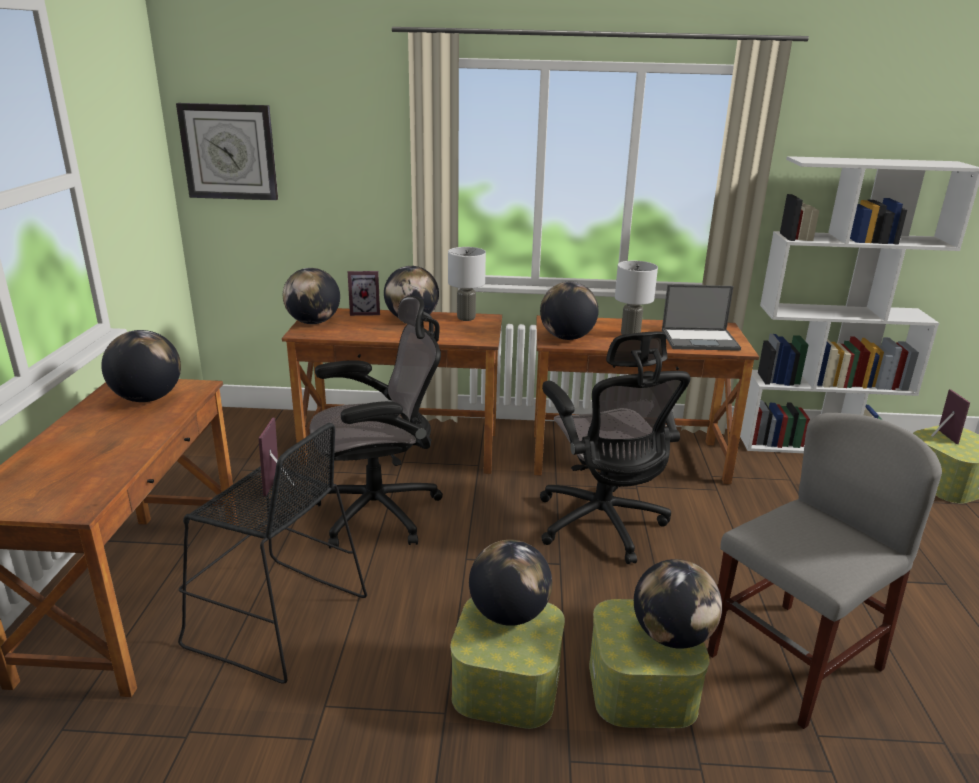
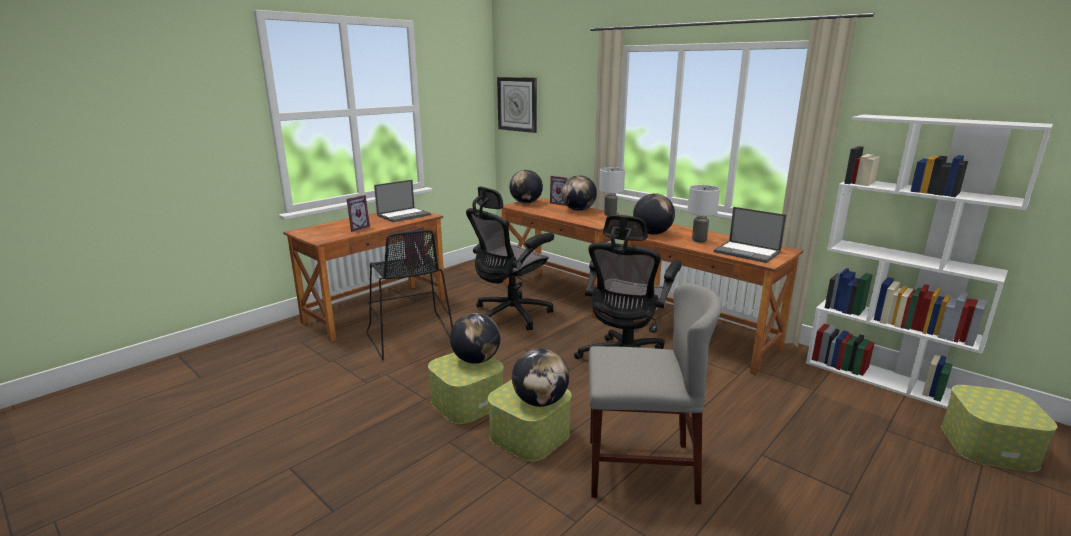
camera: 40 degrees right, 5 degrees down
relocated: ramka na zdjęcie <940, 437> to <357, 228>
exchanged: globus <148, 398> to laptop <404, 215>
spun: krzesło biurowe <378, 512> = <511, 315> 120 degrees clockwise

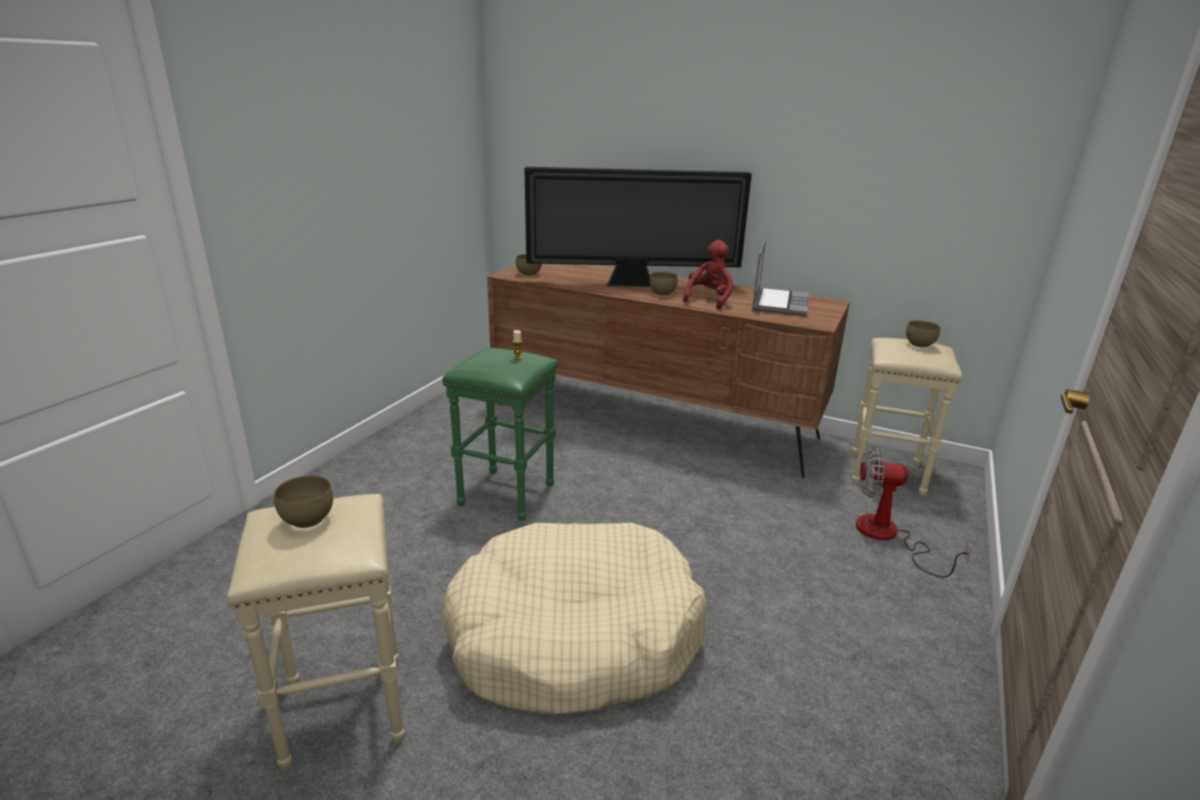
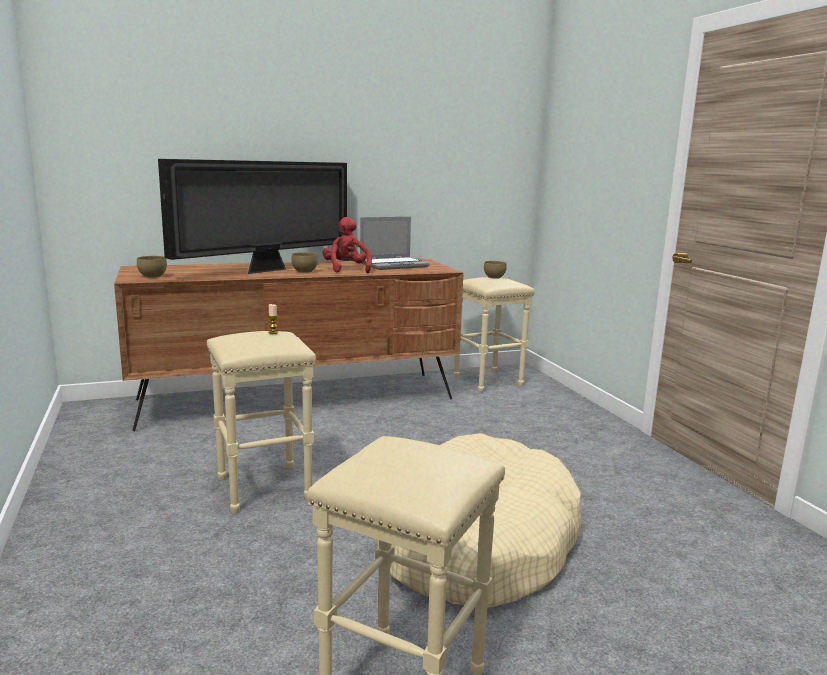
camera: 45 degrees left, 10 degrees down
missing: miska/brązowy <305, 520>; wentylator <888, 537>
colour: stołek/zielony <509, 493> to stołek/beżowy <265, 486>
spun: laptop <779, 303> = <394, 265> 90 degrees clockwise

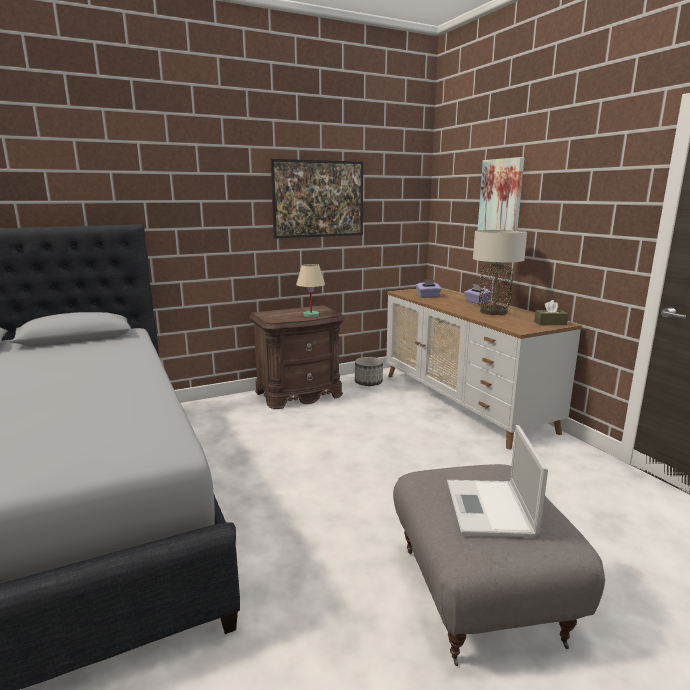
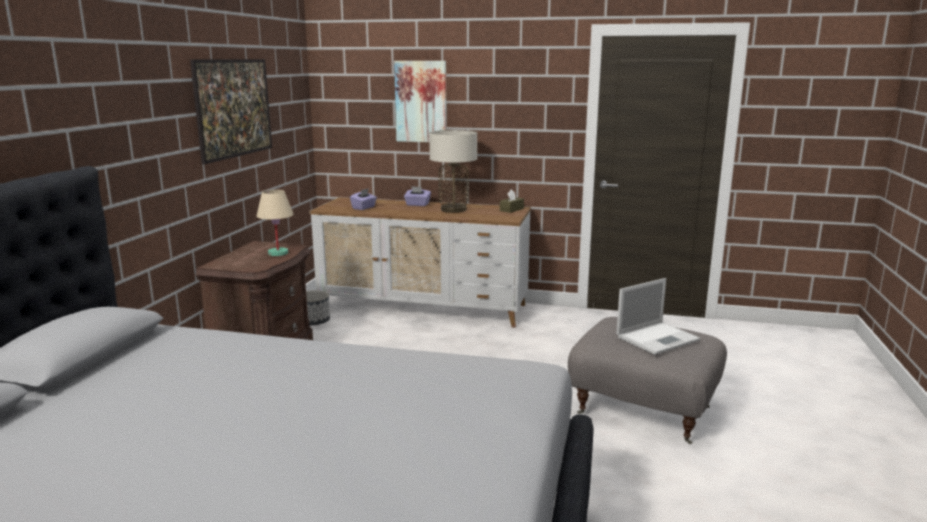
camera: 50 degrees left, 0 degrees up
spun: laptop <490, 509> = <658, 338> 75 degrees counterclockwise

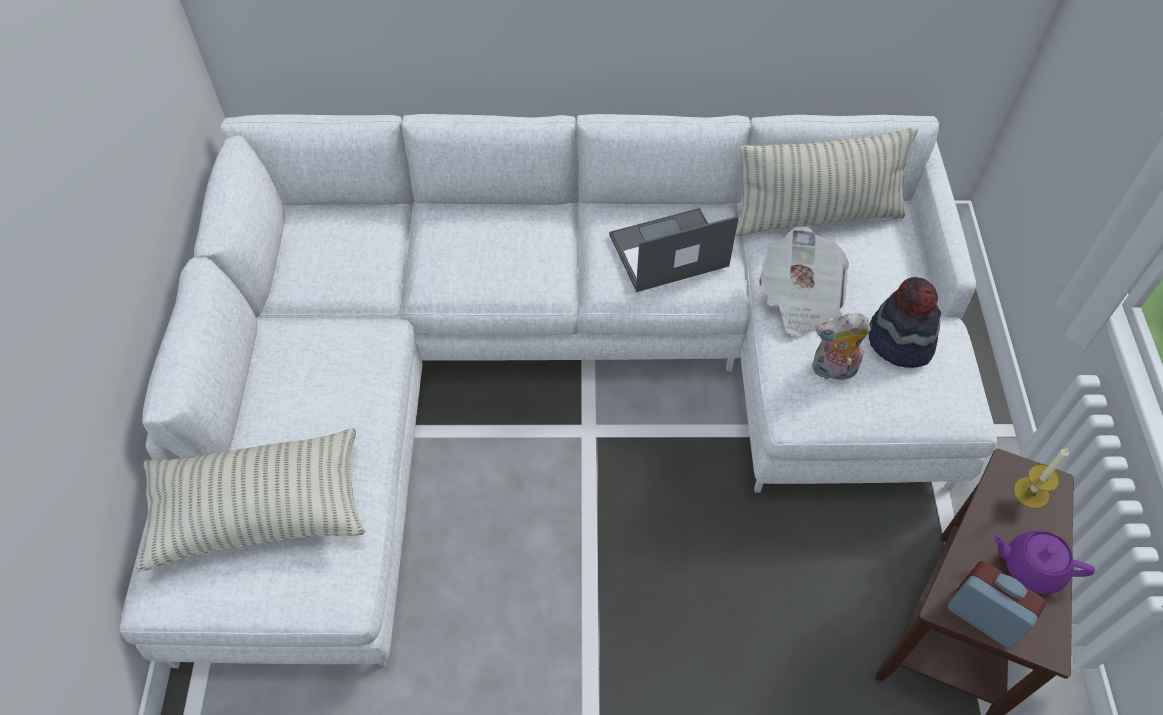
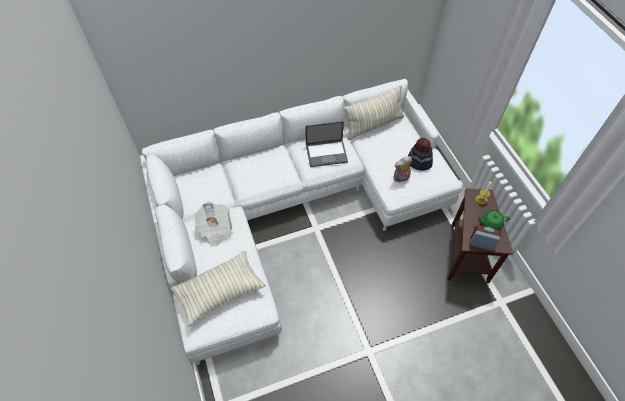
camera: 20 degrees left, 0 degrees up
relocated: gazeta <799, 298> to <215, 229>
colour: imbryk/fioletowy <1031, 567> to imbryk/zielony <490, 223>
spun: laptop <667, 251> = <327, 153> 150 degrees counterclockwise

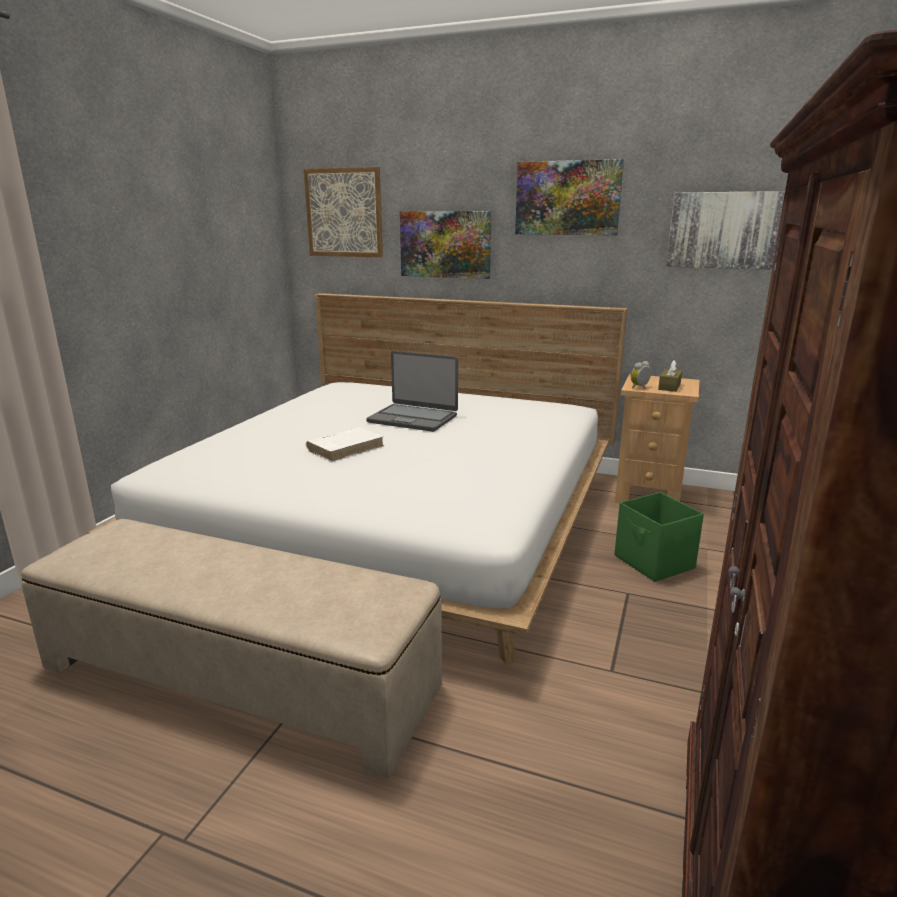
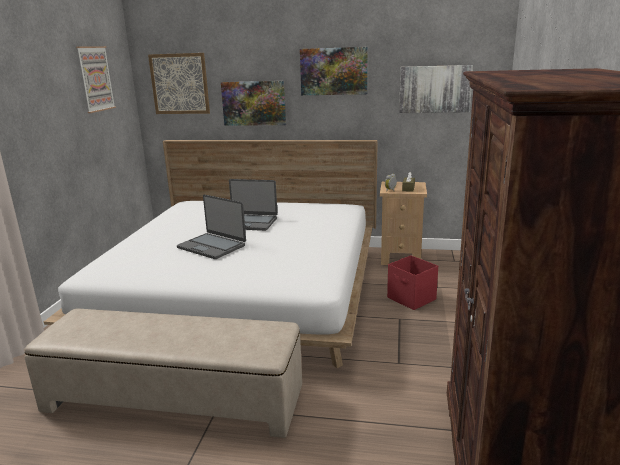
camera: 10 degrees left, 0 degrees up
appeared: obraz <95, 79>
exchanged: książka/biały <346, 447> to laptop <212, 246>
colour: pojemnik do przechowywania/zielony <654, 563> to pojemnik do przechowywania/czerwony <411, 299>

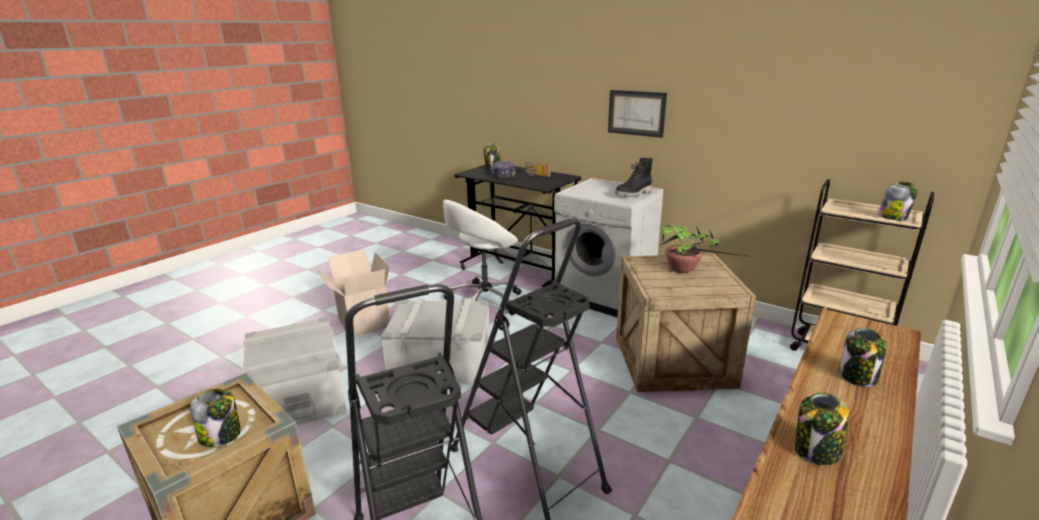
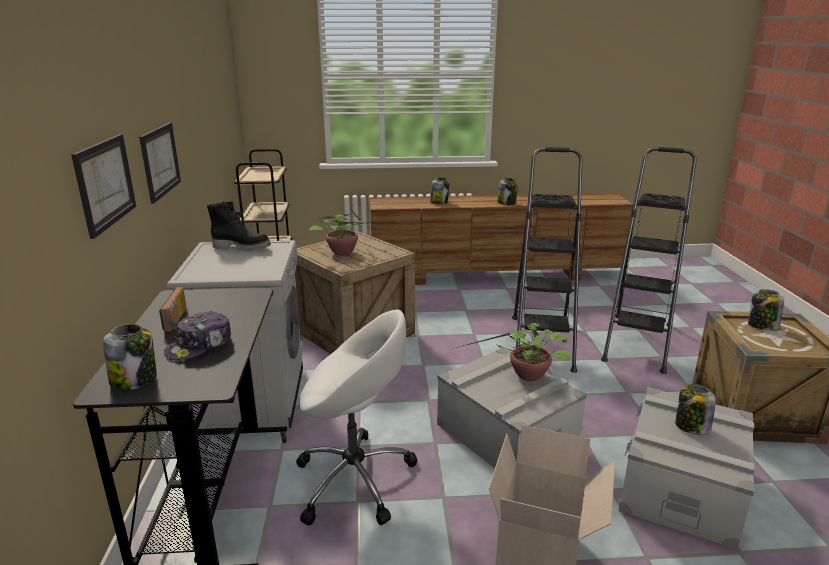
camera: 130 degrees left, 0 degrees up
appeared: obraz <105, 183>; roślina doniczkowa <526, 376>
relocated: słoik <893, 217> to <691, 427>

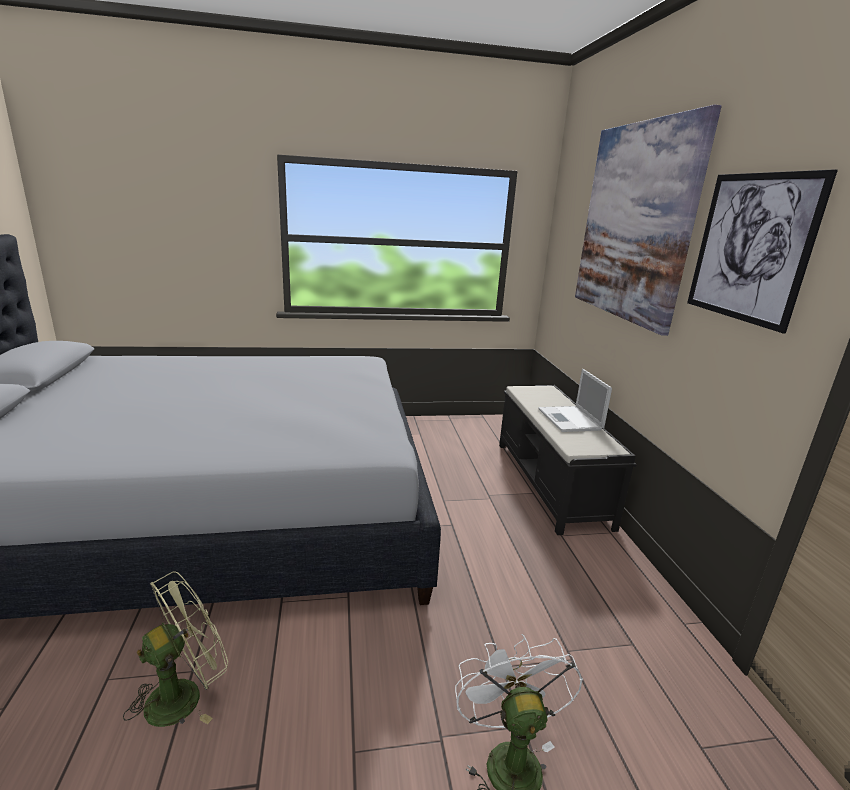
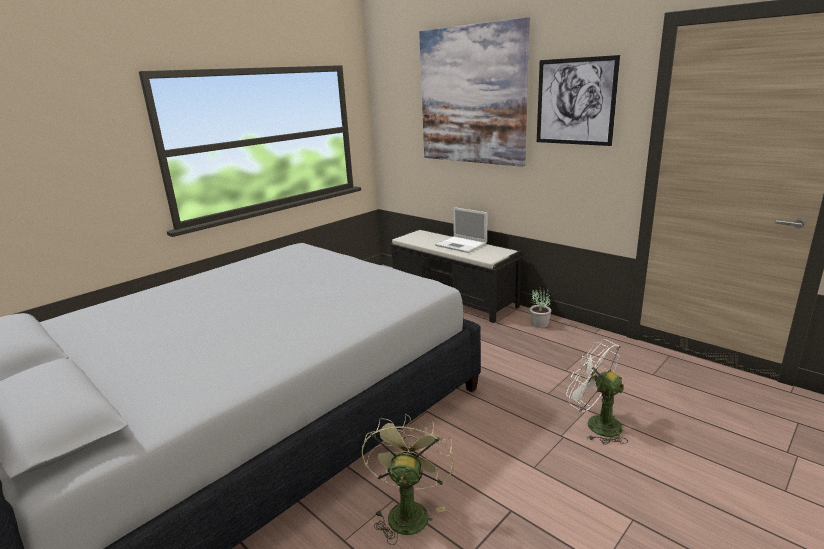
camera: 35 degrees left, 0 degrees up
appeared: roślina doniczkowa <539, 323>

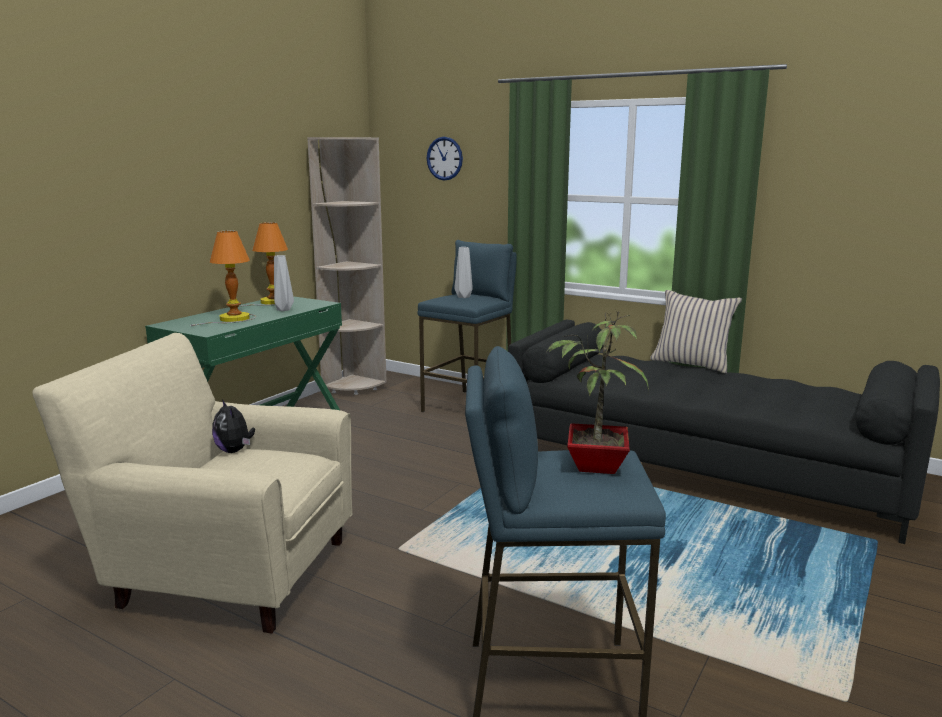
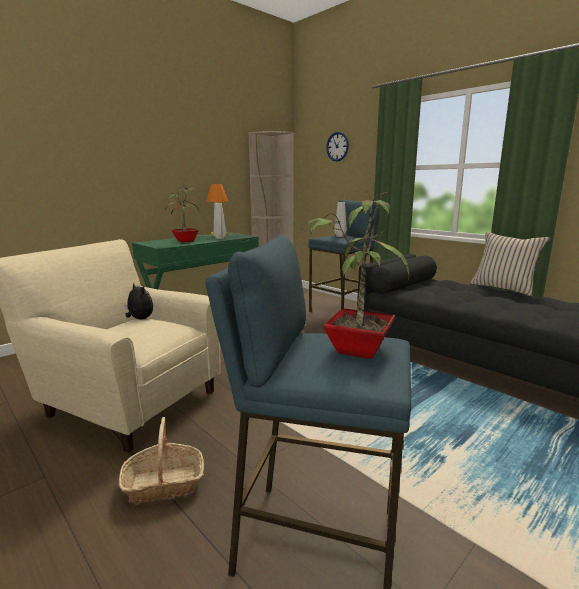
camera: 15 degrees right, 0 degrees up
appeared: koszyk <164, 483>
exchanged: lampa stołowa <232, 319> to roślina doniczkowa <184, 241>
spun: pluszak <234, 451> = <140, 319> 150 degrees clockwise

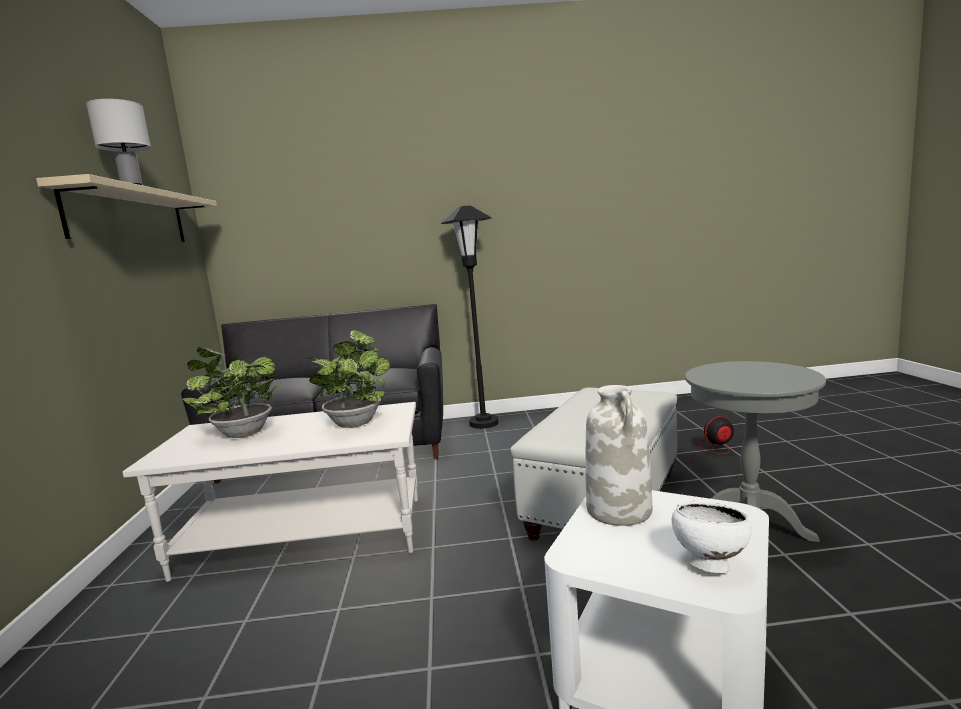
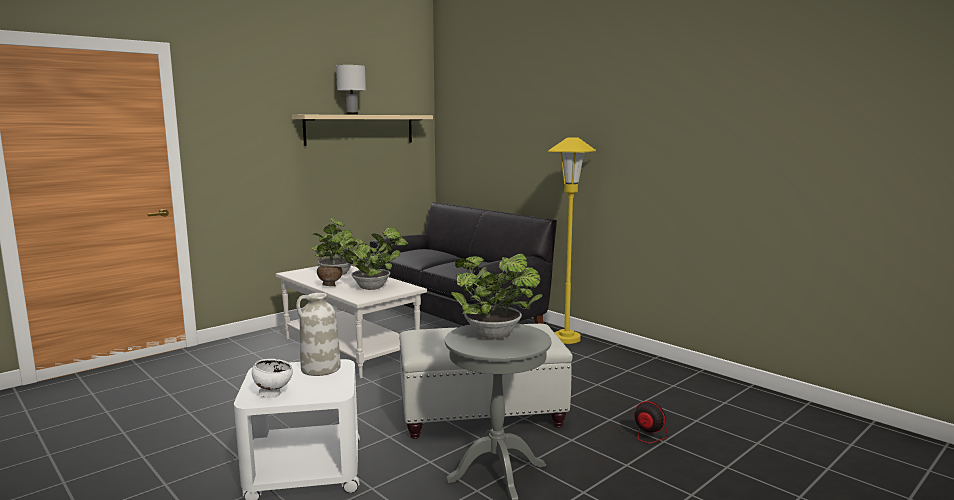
camera: 50 degrees right, 0 degrees up
appeared: miska/brązowy <329, 286>; roślina doniczkowa <496, 336>
colour: lampa stojąca/czarny <484, 423> to lampa stojąca/żółty <566, 339>

